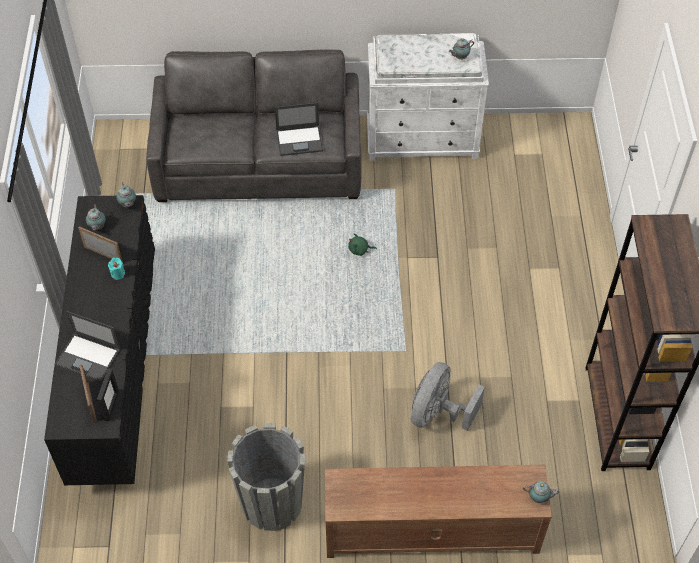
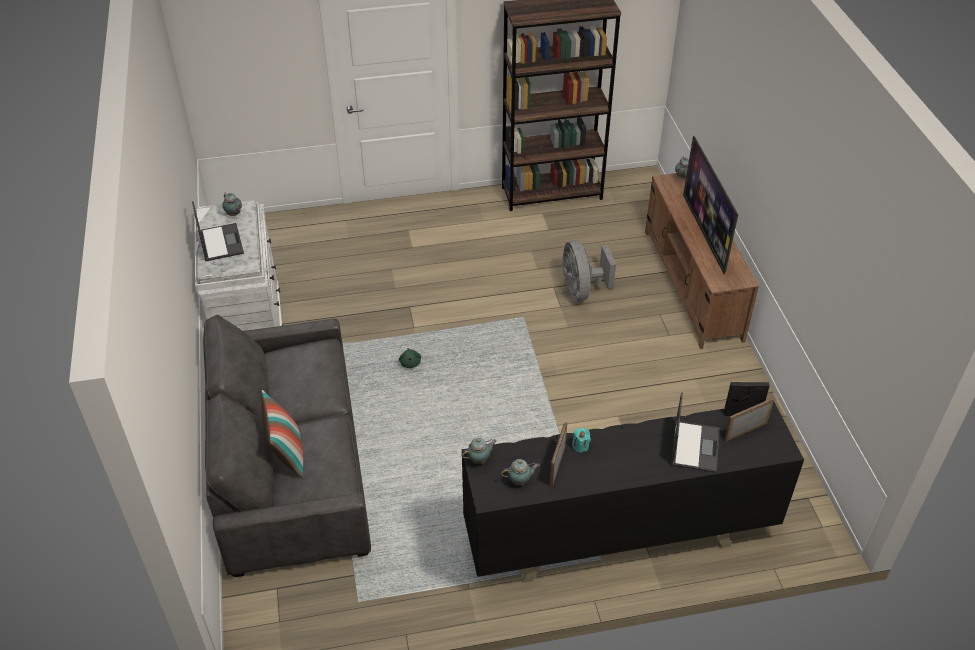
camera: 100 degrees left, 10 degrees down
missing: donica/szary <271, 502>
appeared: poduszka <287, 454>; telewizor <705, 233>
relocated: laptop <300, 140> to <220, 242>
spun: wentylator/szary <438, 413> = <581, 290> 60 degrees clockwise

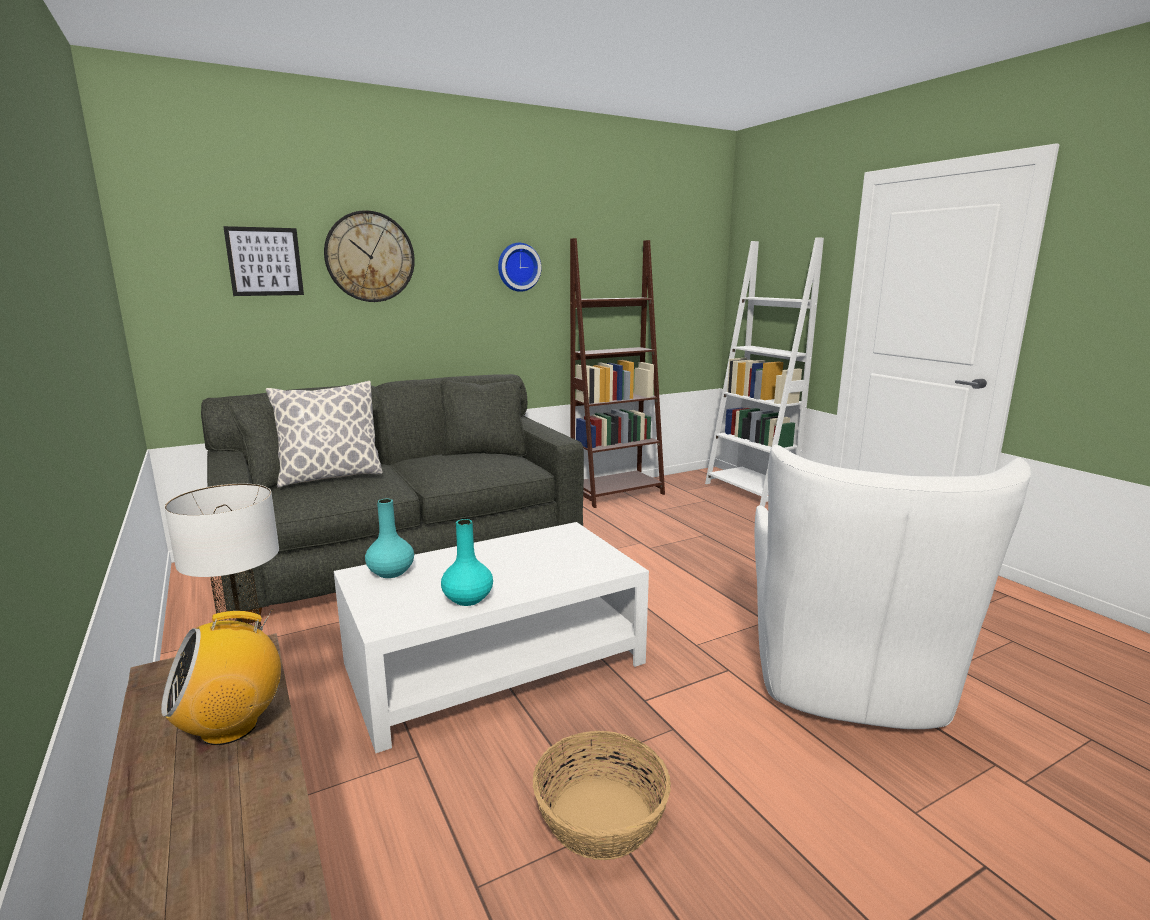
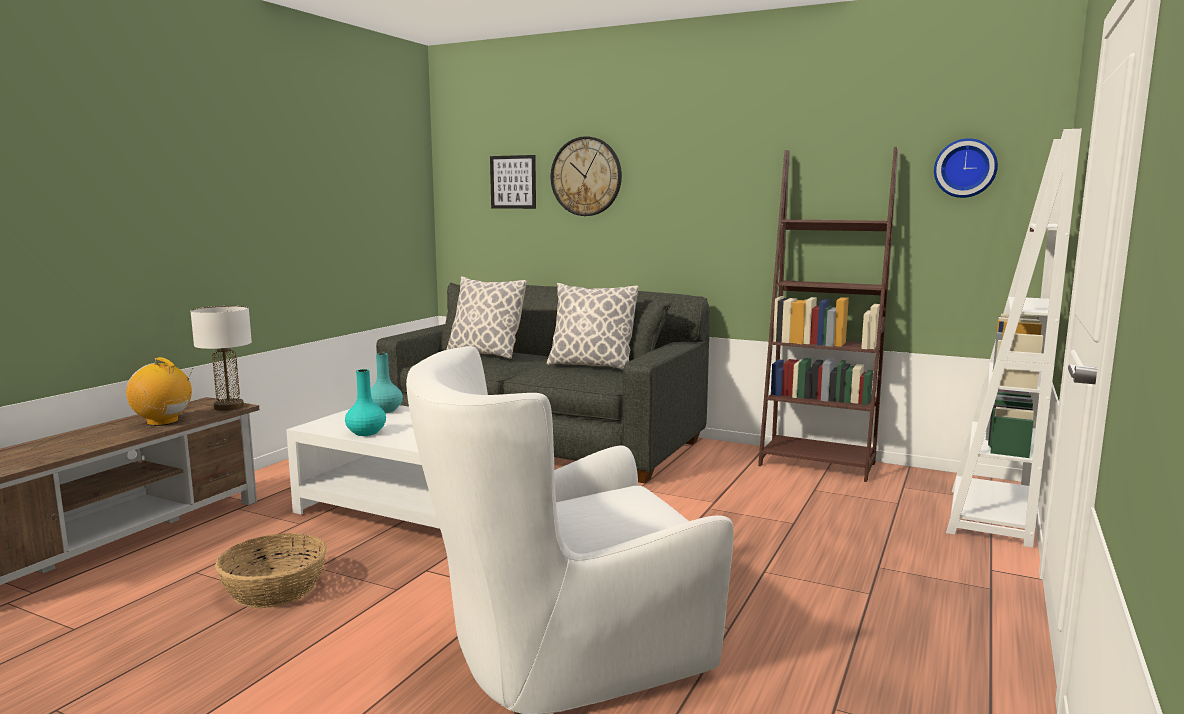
camera: 55 degrees right, 5 degrees down
appeared: poduszka <591, 366>
relocated: zegar ścienny <518, 267> to <965, 168>

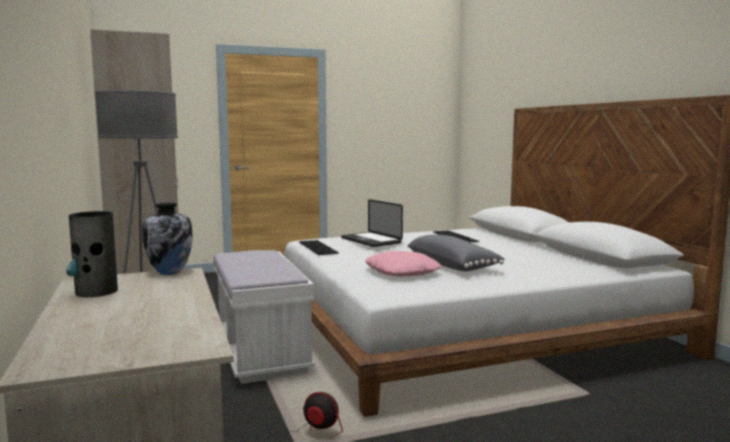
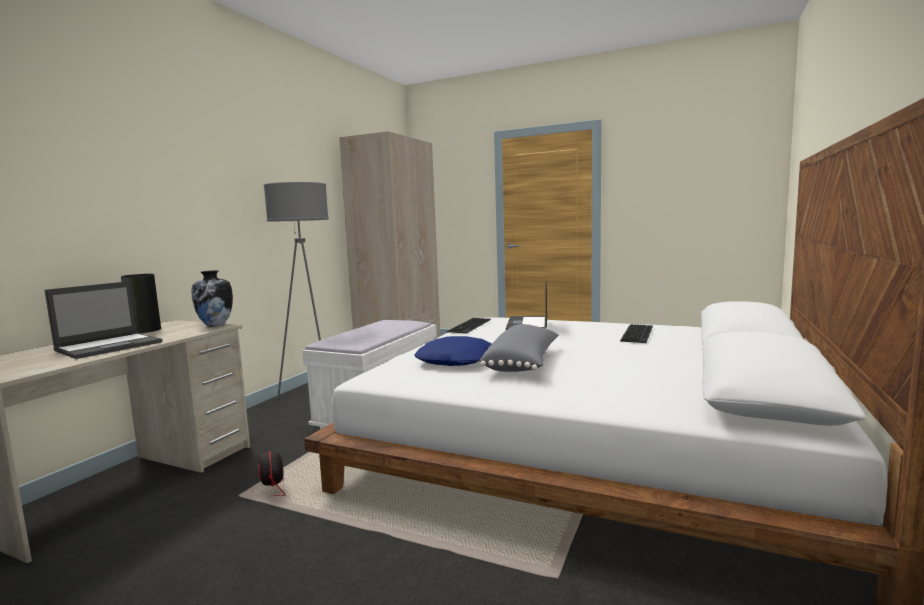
camera: 45 degrees right, 0 degrees up
appeared: laptop <110, 346>
colour: poduszka/różowy <402, 272> to poduszka/niebieski <456, 360>

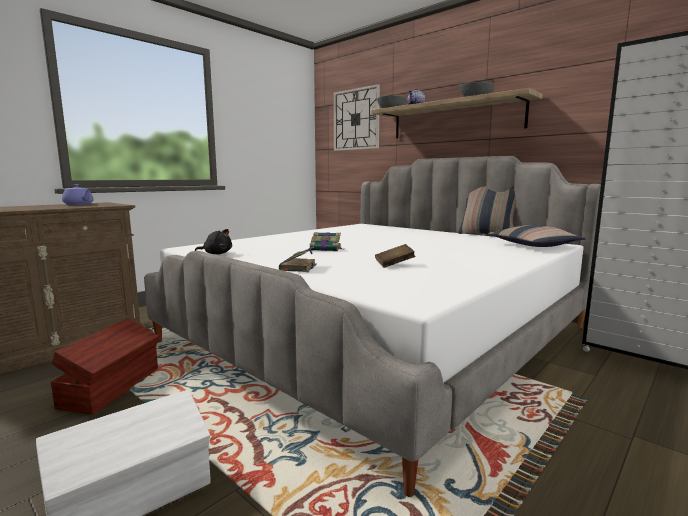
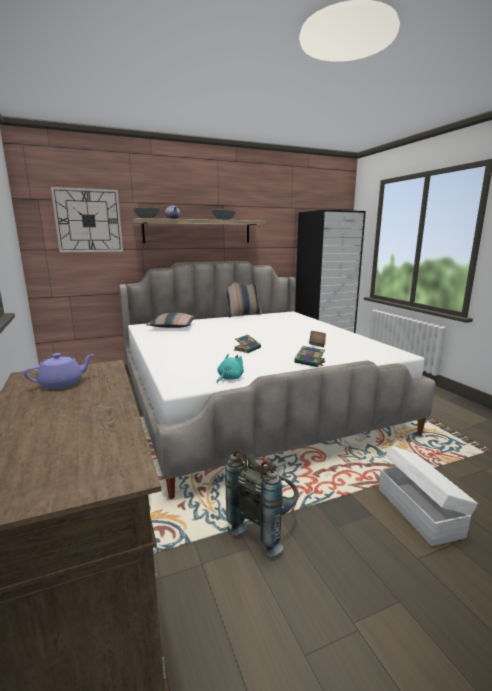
camera: 65 degrees left, 5 degrees up
relocated: poduszka <534, 245> to <173, 327>
exchanged: pojemnik do przechowywania/brązowy <113, 387> to plecak/szary <265, 527>
colour: pluszak/czarny <216, 254> to pluszak/turkusowy <229, 378>

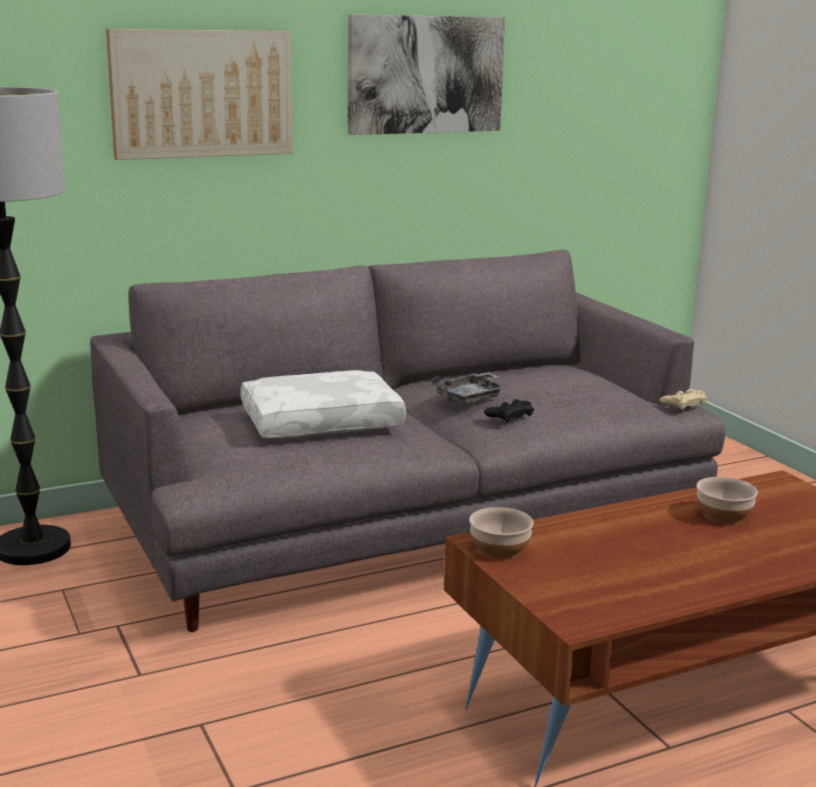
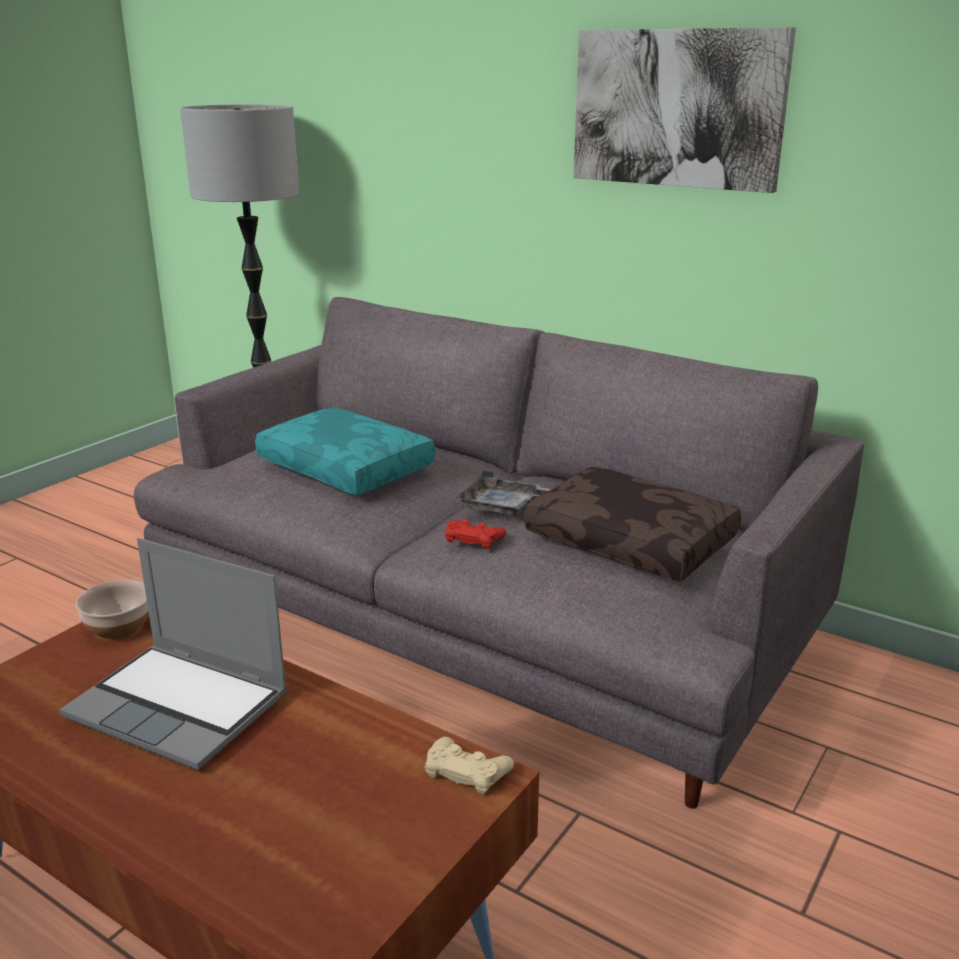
camera: 60 degrees right, 5 degrees up
missing: obraz <202, 93>; miska <723, 515>
appeared: laptop <182, 706>; poduszka/brązowy <633, 541>
relocated: pad do gier/beżowy <683, 403> to <466, 771>
colour: poduszka/biały <322, 421> to poduszka/turkusowy <348, 467>; pad do gier/czarny <509, 415> to pad do gier/czerwony <473, 538>

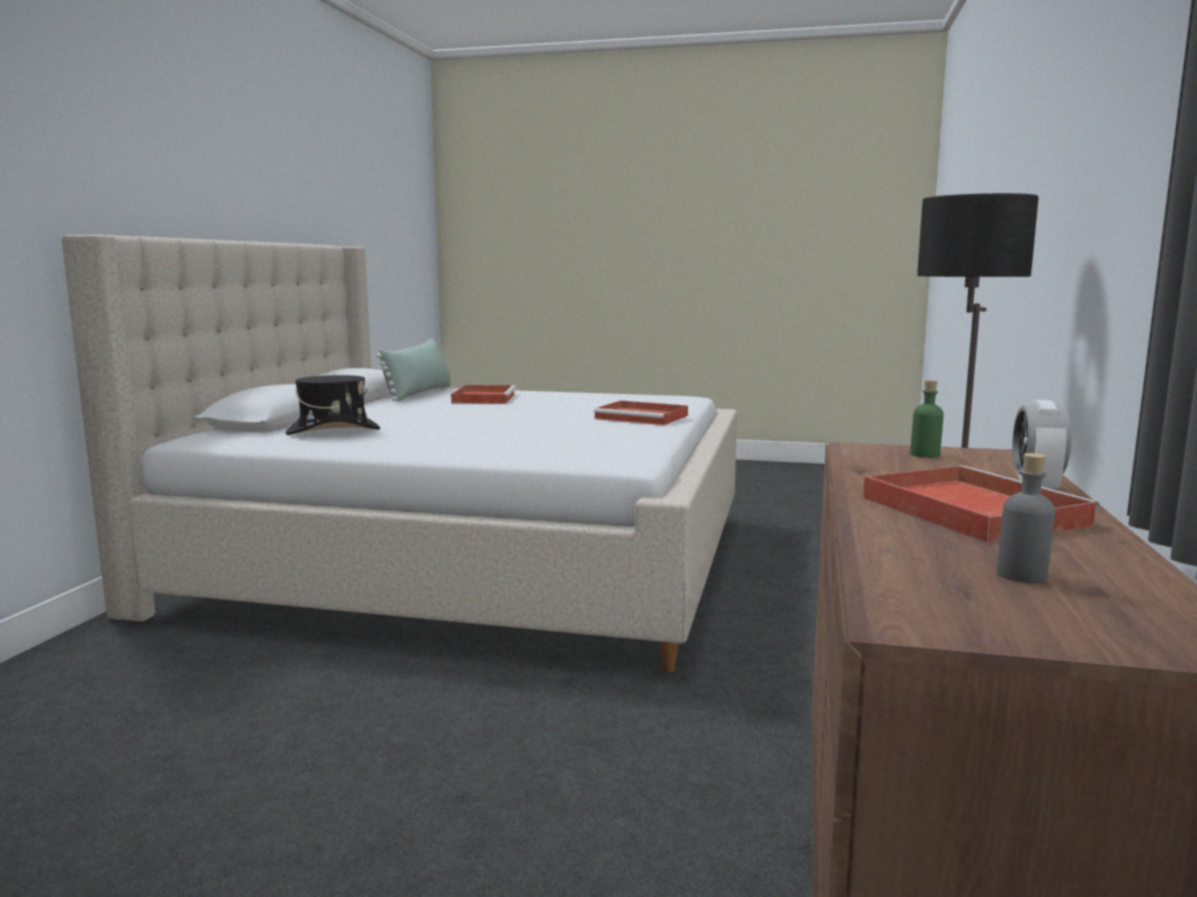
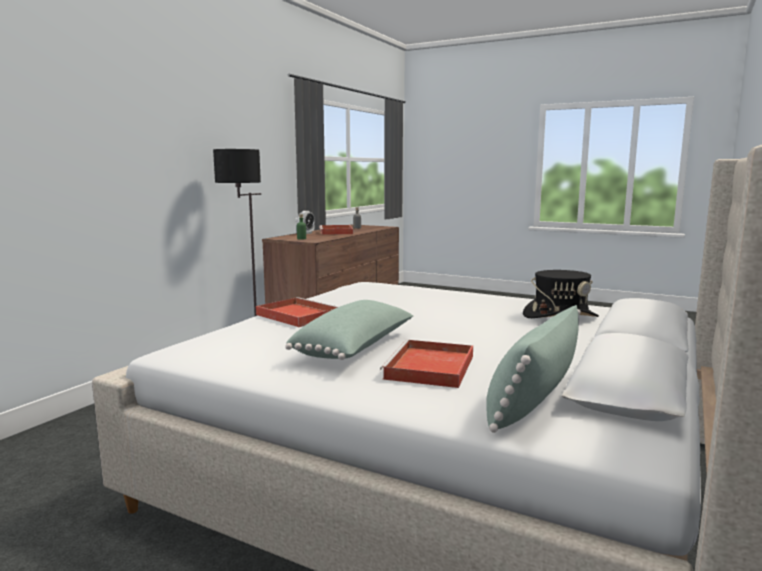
camera: 165 degrees left, 0 degrees up
appeared: poduszka/zielony <356, 348>

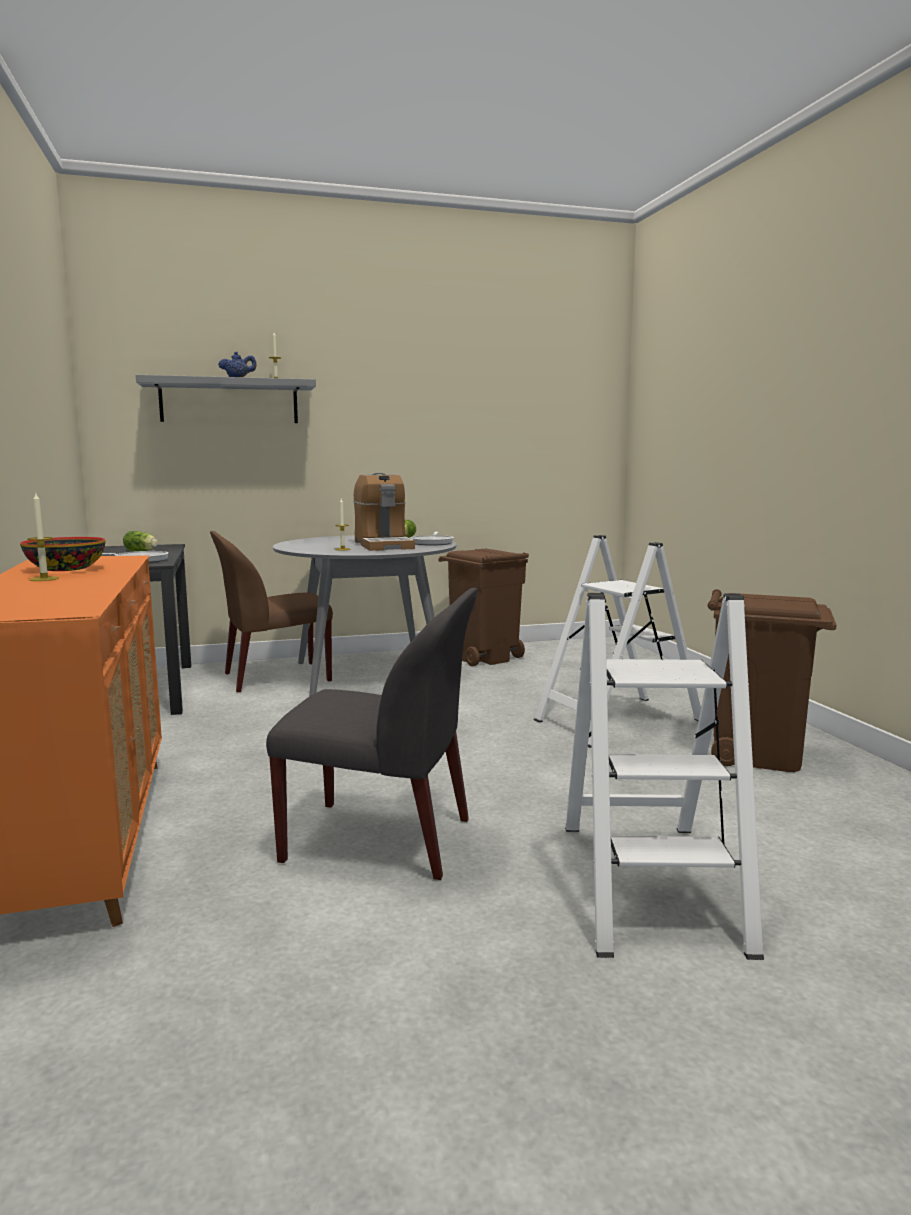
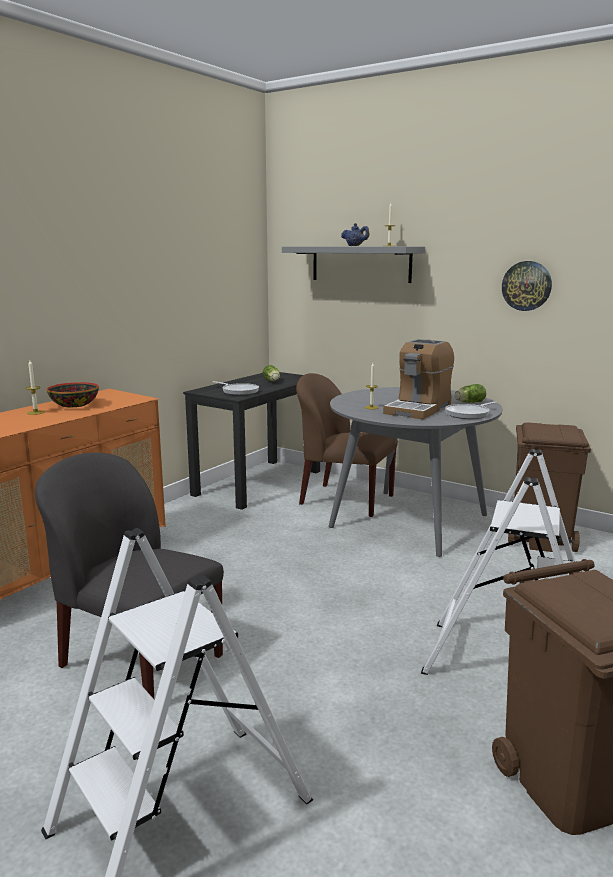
camera: 50 degrees right, 5 degrees up
appeared: zegar ścienny <526, 286>
spun: krzesło/szary <383, 840> = <138, 660> 150 degrees clockwise

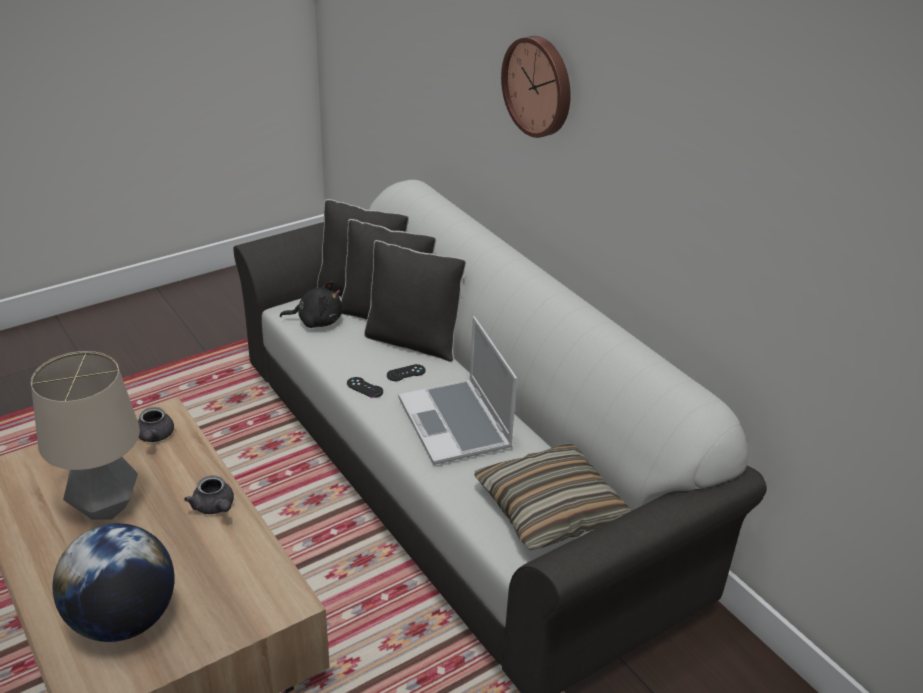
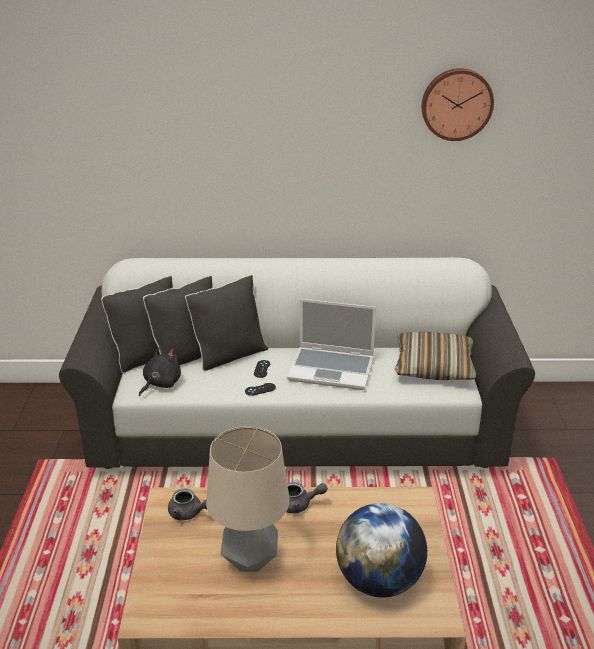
camera: 55 degrees left, 5 degrees down
relocated: zegar ścienny <539, 86> to <456, 104>

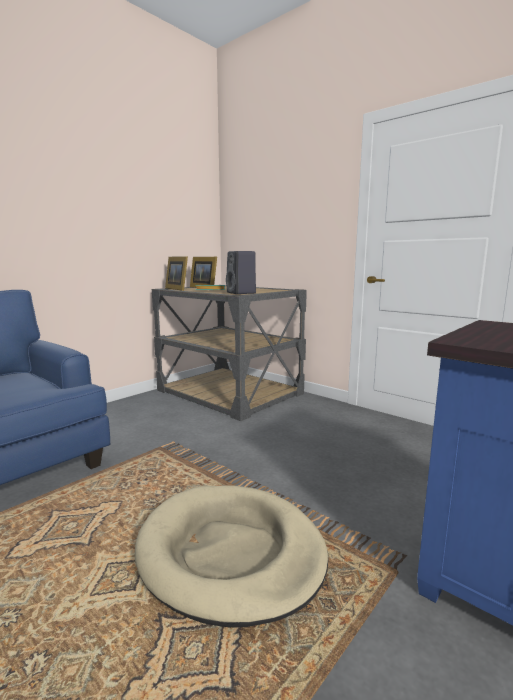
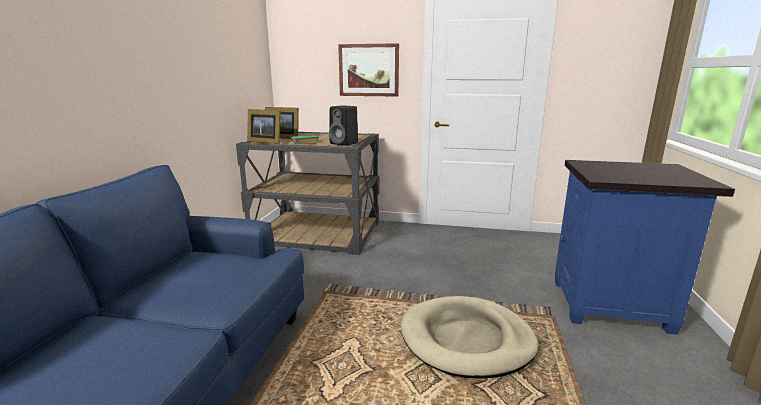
camera: 30 degrees left, 5 degrees up
appeared: obraz <369, 70>

